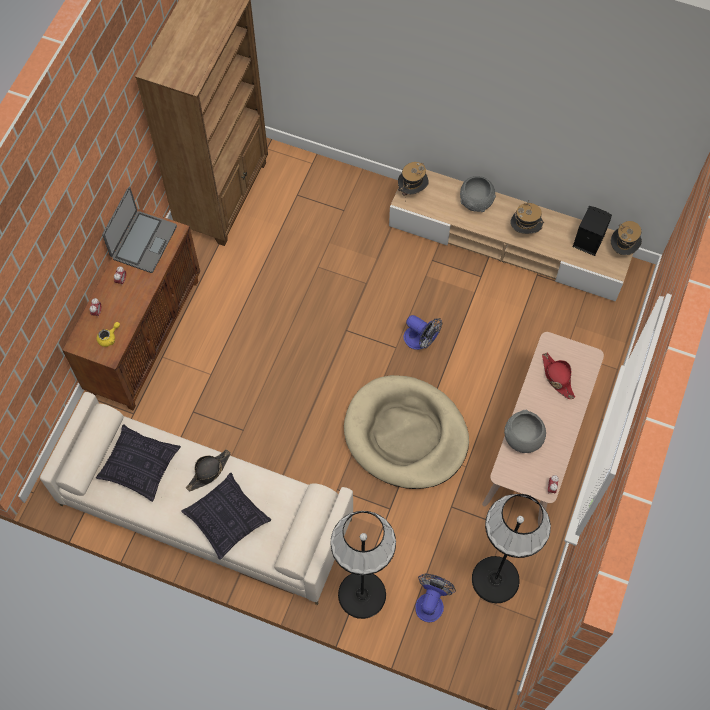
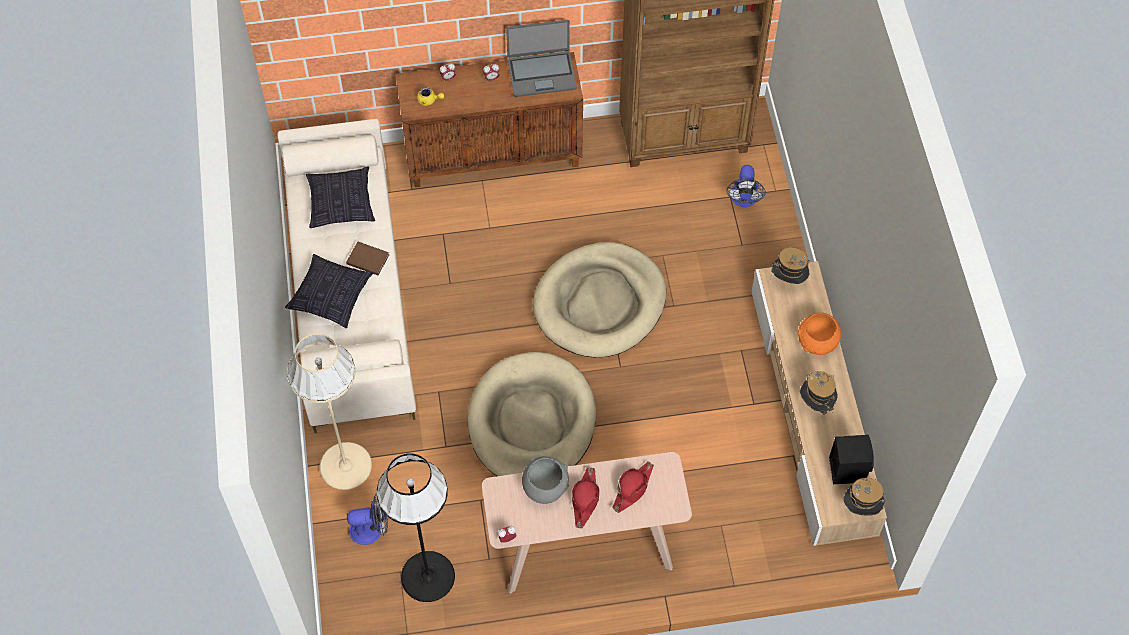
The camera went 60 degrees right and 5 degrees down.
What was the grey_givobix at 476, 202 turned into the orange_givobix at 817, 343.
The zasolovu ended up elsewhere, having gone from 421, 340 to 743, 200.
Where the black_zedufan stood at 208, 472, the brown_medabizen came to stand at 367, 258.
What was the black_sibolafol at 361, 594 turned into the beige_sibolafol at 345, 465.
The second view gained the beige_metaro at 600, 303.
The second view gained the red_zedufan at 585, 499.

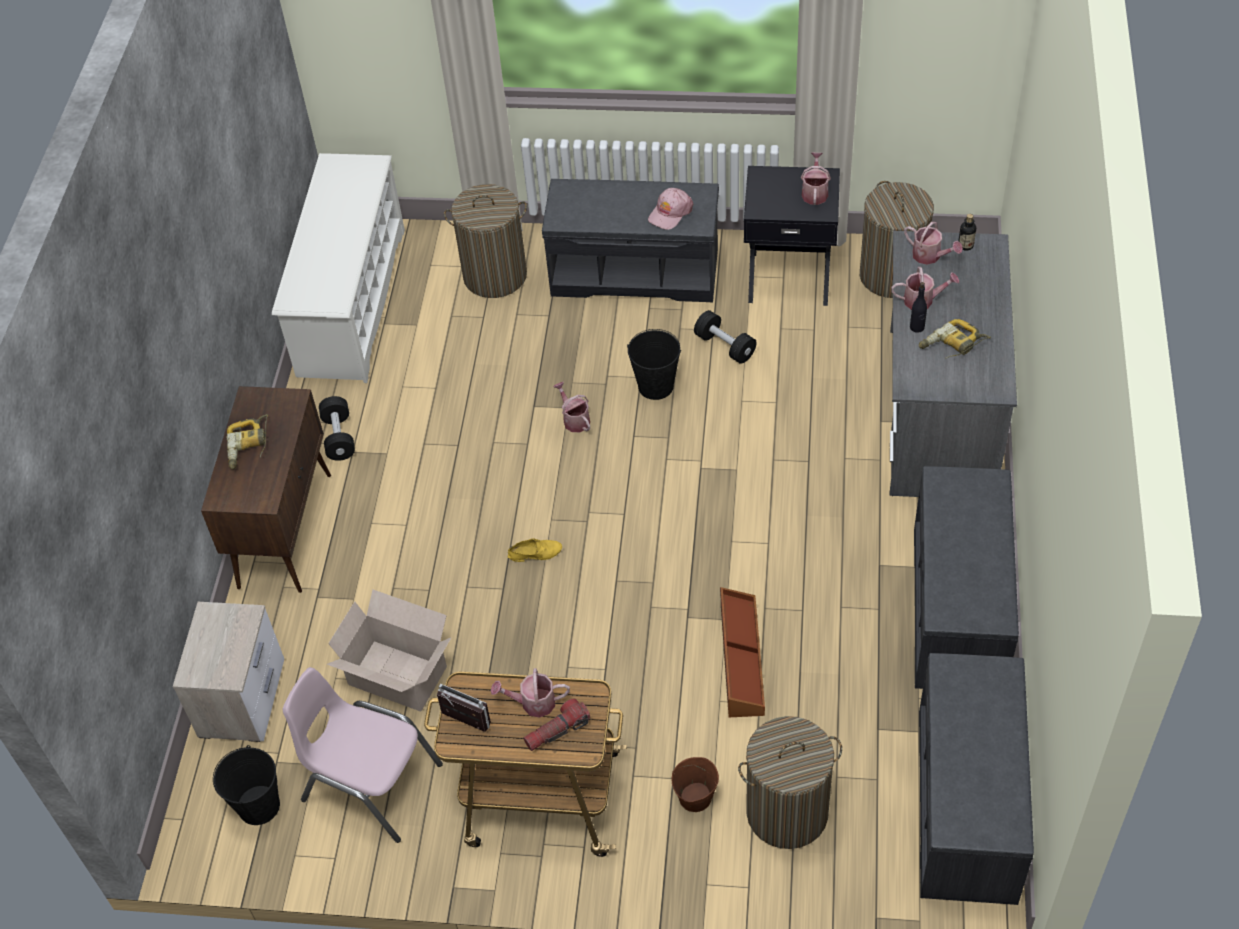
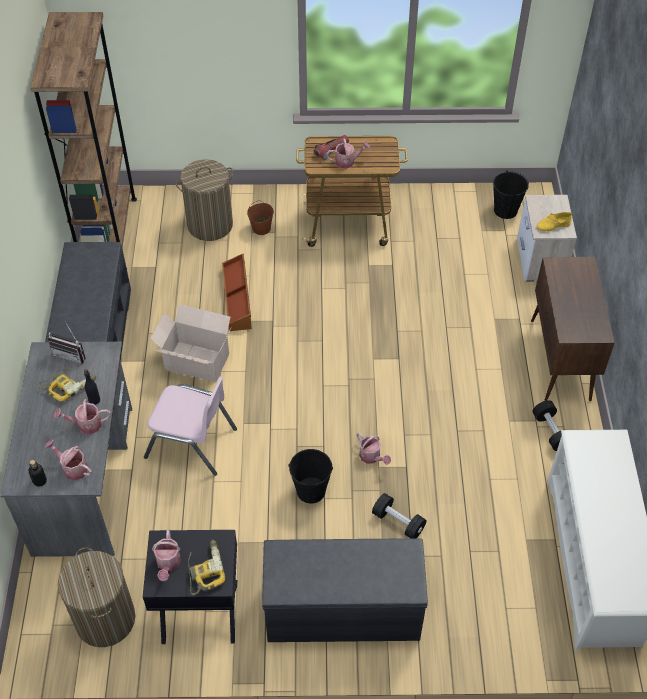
The camera went 170 degrees right and 0 degrees up.
The second view lost the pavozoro at 495, 275.
The second view lost the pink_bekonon at 670, 213.
The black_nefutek ended up elsewhere, having gone from 725, 346 to 398, 522.
The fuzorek ended up elsewhere, having gone from 249, 446 to 205, 569.
The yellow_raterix ended up elsewhere, having gone from 535, 552 to 553, 225.
The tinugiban ended up elsewhere, having gone from 399, 677 to 195, 360.
Where the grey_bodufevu stood at 968, 807, the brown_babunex came to stand at 109, 233.
The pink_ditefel ended up elsewhere, having gone from 371, 783 to 191, 443.
The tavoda ended up elsewhere, having gone from 462, 723 to 71, 354.

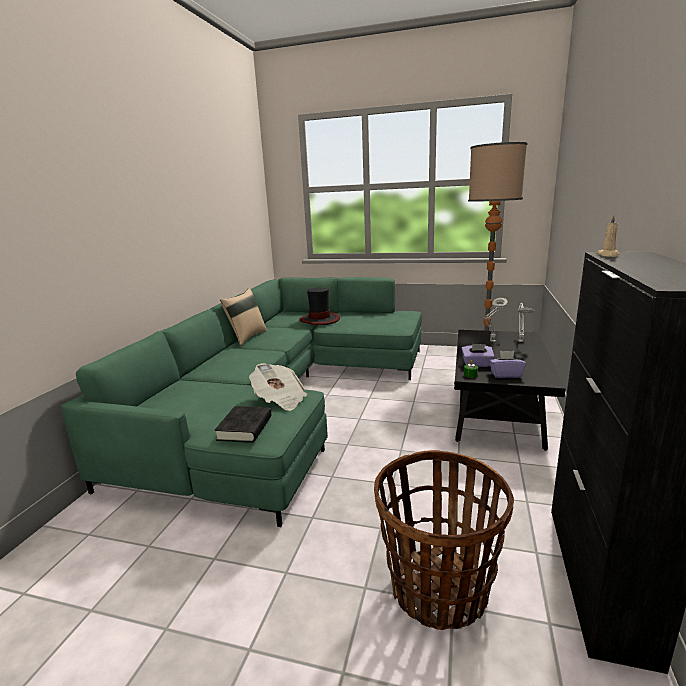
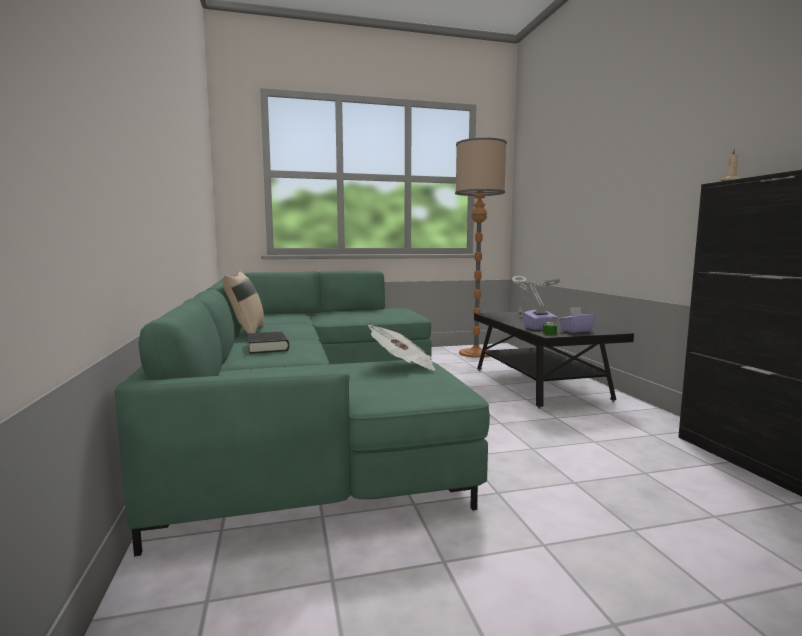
The camera went 30 degrees left and 10 degrees down.
The second view lost the zedufan at 319, 320.
The black_medabizen ended up elsewhere, having gone from 245, 428 to 267, 347.
The second view lost the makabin at 438, 590.

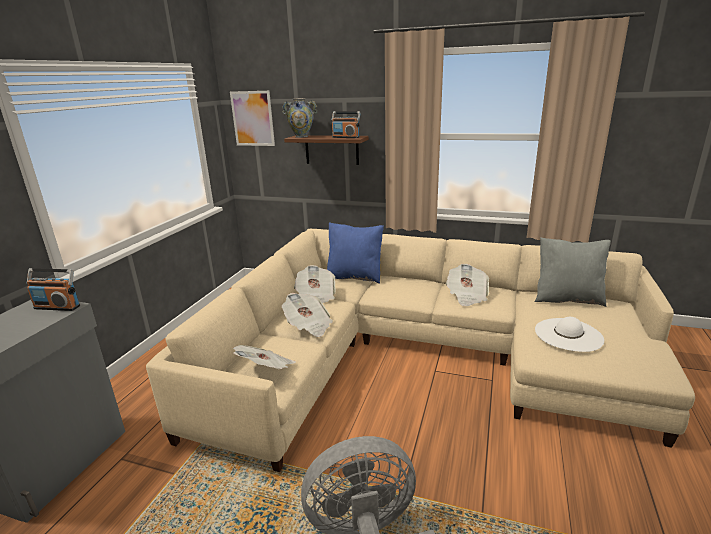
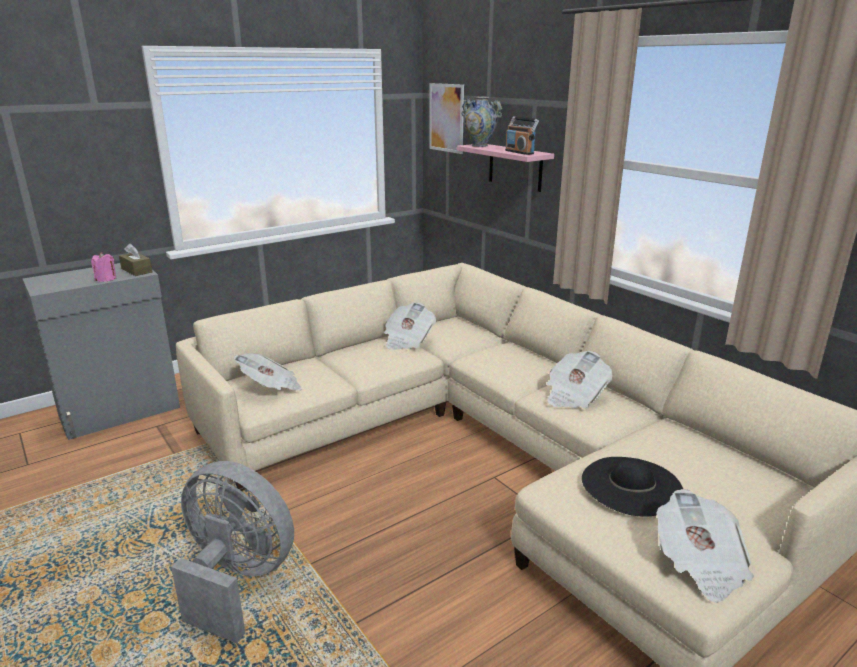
The camera went 35 degrees right and 0 degrees up.
What was the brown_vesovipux at 331, 150 turned into the pink_vesovipux at 515, 167.
The second view lost the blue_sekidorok at 355, 277.
The second view lost the grey_sekidorok at 567, 299.
Where the tavoda stood at 57, 307, the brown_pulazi came to stand at 136, 270.
The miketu ended up elsewhere, having gone from 308, 326 to 699, 564.
What was the white_zedufan at 568, 334 turned into the black_zedufan at 631, 485.
The second view gained the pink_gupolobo at 106, 279.

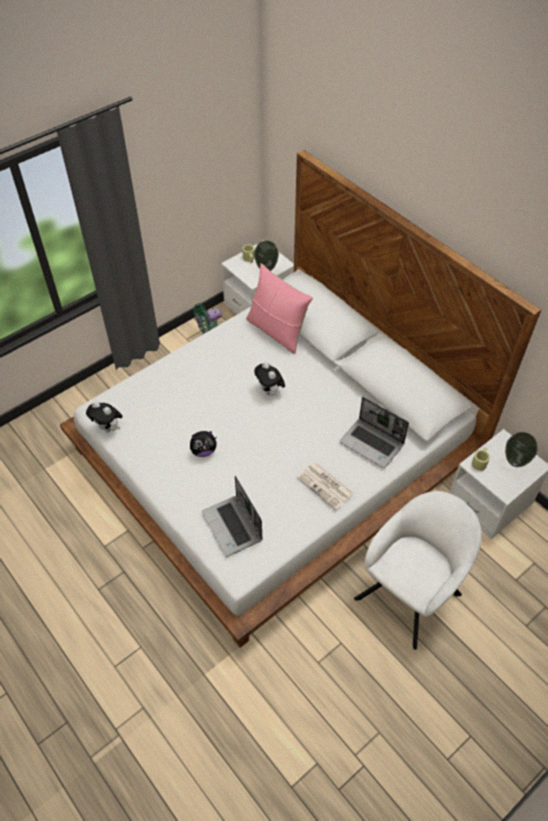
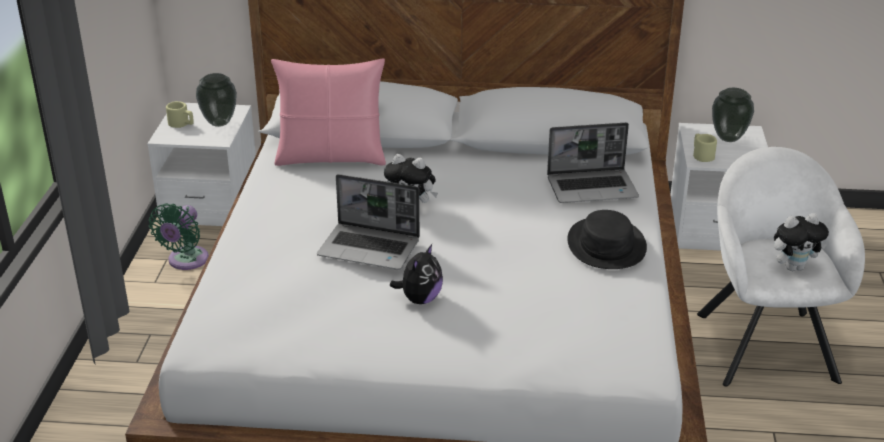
The camera went 45 degrees left and 20 degrees down.
The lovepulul ended up elsewhere, having gone from 108, 428 to 794, 267.
Where the miketu stood at 326, 486, the black_zedufan came to stand at 606, 245.
The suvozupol ended up elsewhere, having gone from 233, 526 to 370, 248.

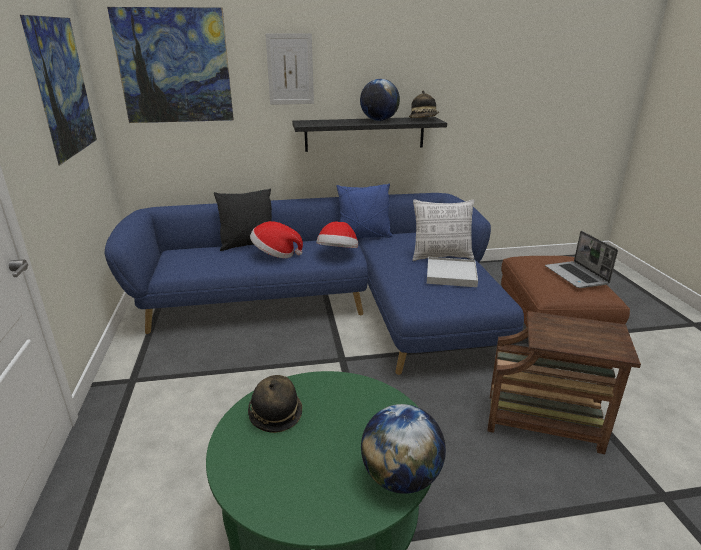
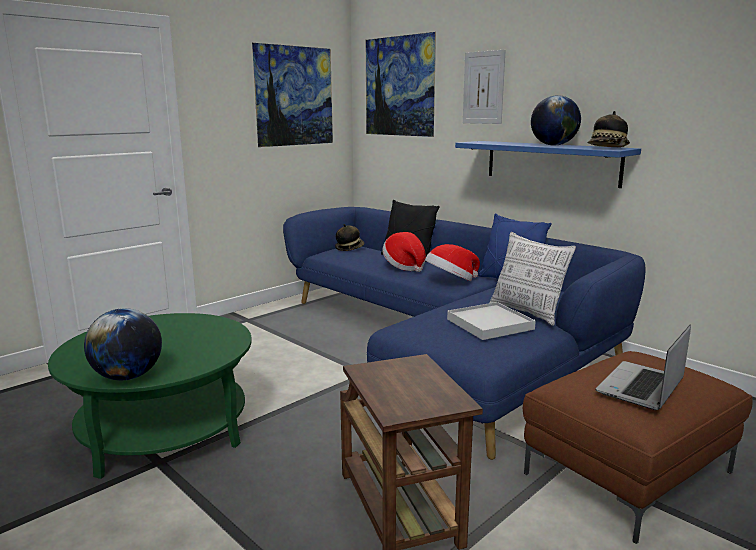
The camera went 55 degrees right and 10 degrees down.
What was the black_vesovipux at 365, 134 turned into the blue_vesovipux at 551, 162.
The zedufan ended up elsewhere, having gone from 275, 414 to 349, 248.

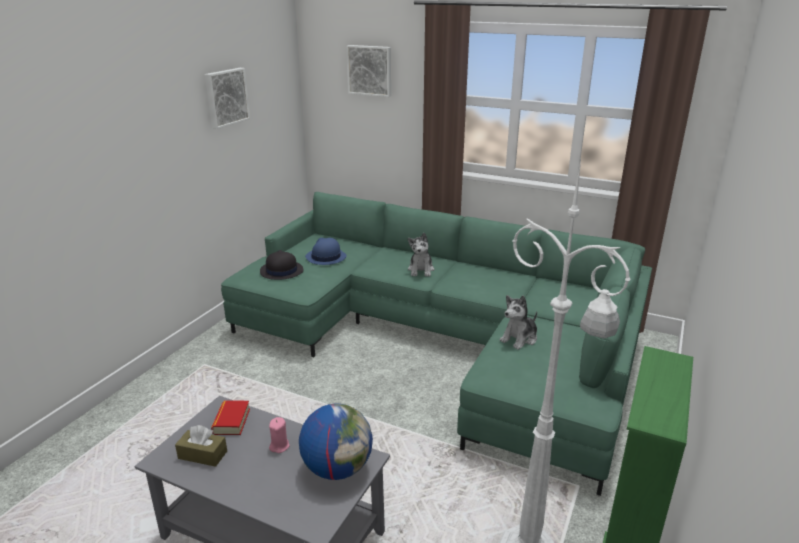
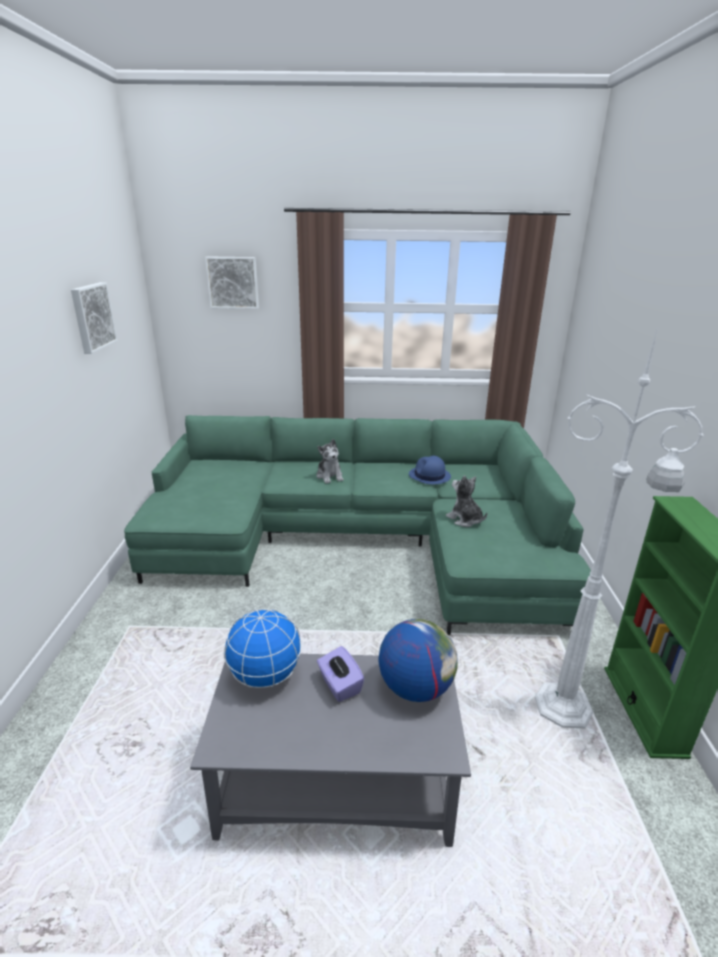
The camera went 25 degrees left and 0 degrees up.
The blue_zedufan ended up elsewhere, having gone from 325, 257 to 429, 476.
The second view lost the black_zedufan at 281, 271.
The lovepulul at 519, 338 ended up facing another way, 120 degrees clockwise from before.
Where the medabizen stood at 231, 421, the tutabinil came to stand at 266, 676.
Where the pink_gupolobo stood at 279, 446, the purple_pulazi came to stand at 339, 685.
The second view lost the brown_pulazi at 202, 455.

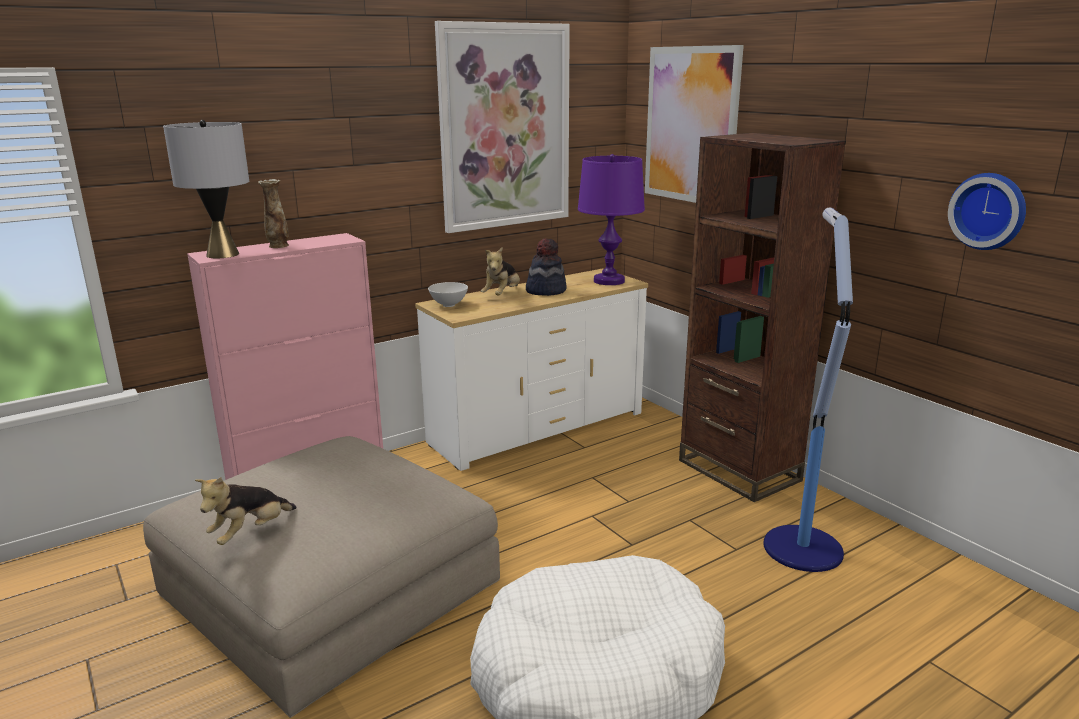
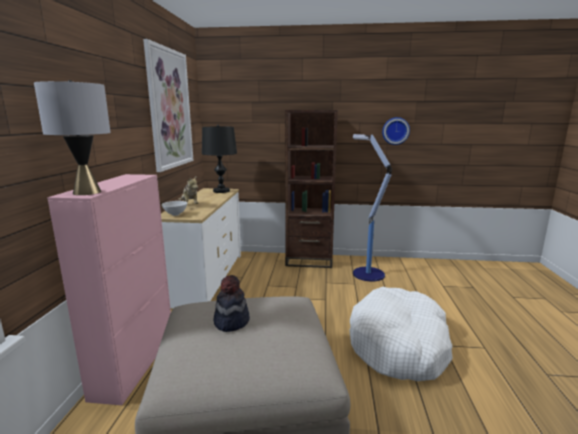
The camera went 50 degrees left and 5 degrees down.
The second view lost the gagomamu at 691, 125.
What was the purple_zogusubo at 609, 281 turned into the black_zogusubo at 221, 191.
The second view lost the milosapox at 278, 246.
The zedufan ended up elsewhere, having gone from 546, 291 to 231, 321.
The second view lost the lovepulul at 250, 533.

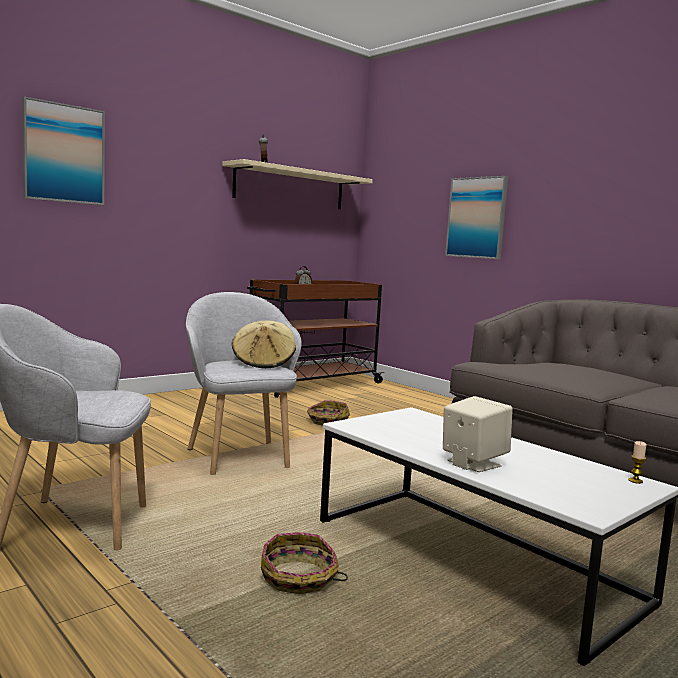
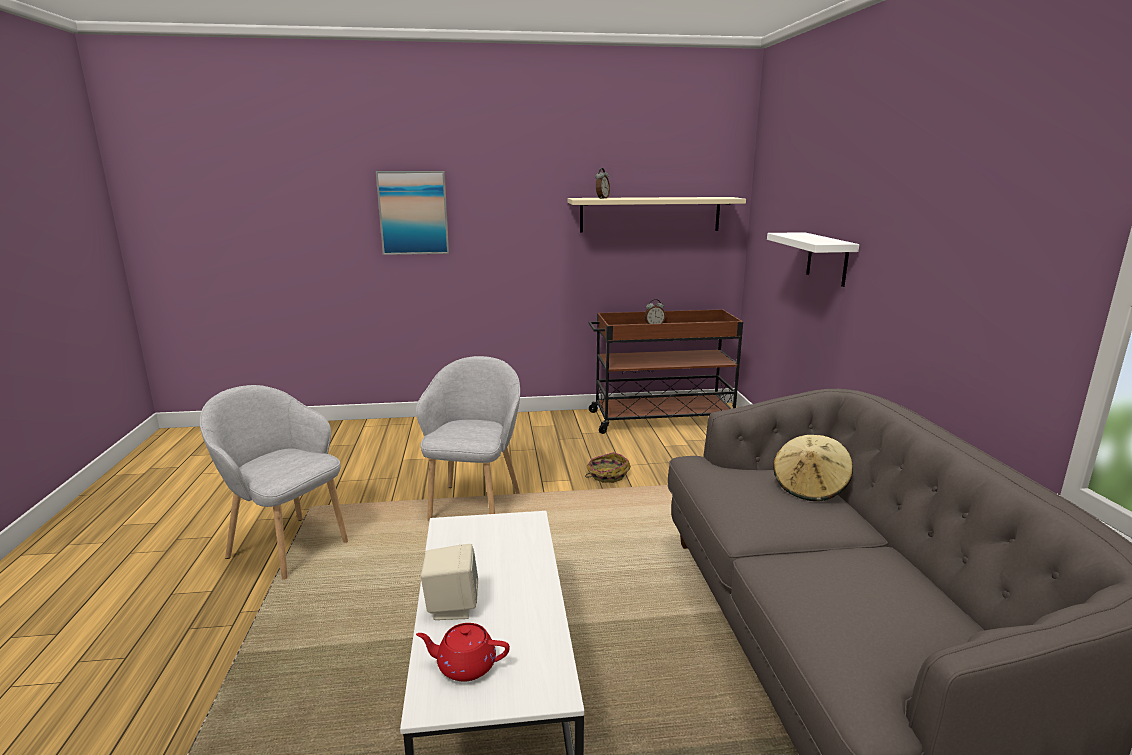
The camera went 35 degrees right and 10 degrees up.
Where the gagomamu hung at 476, 217, the white_vesovipux came to hang at 827, 259.
The beige_zedufan ended up elsewhere, having gone from 264, 363 to 810, 487.
The second view lost the gupolobo at 635, 481.
The second view lost the makabin at 299, 579.
The second view gained the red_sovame at 465, 666.

